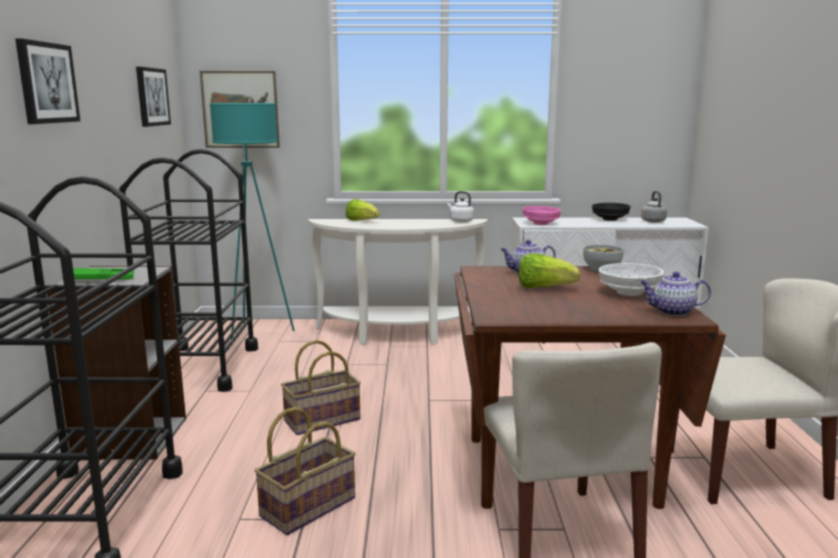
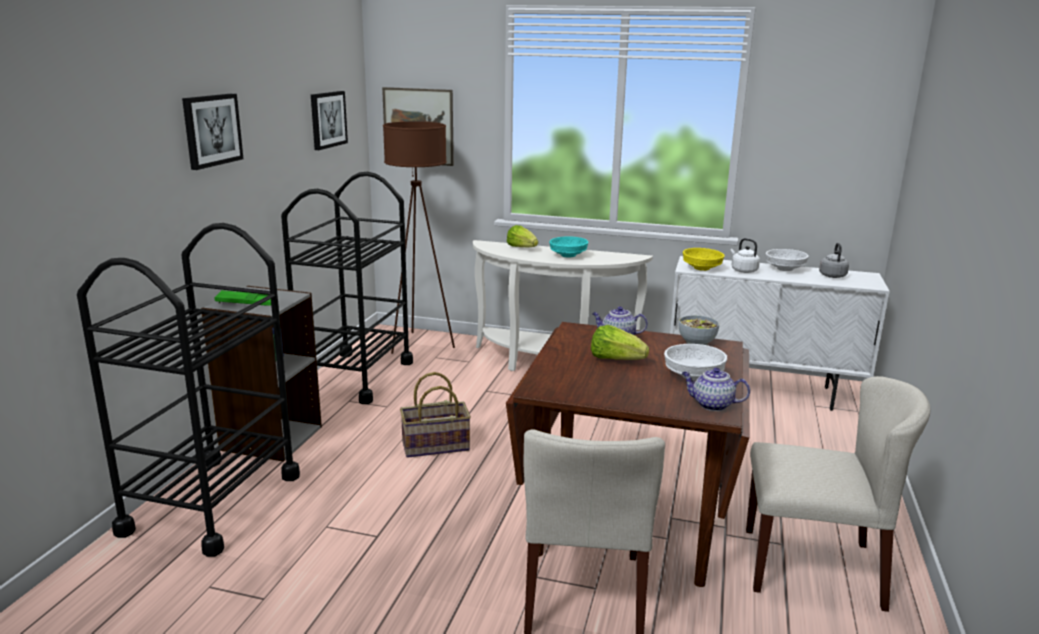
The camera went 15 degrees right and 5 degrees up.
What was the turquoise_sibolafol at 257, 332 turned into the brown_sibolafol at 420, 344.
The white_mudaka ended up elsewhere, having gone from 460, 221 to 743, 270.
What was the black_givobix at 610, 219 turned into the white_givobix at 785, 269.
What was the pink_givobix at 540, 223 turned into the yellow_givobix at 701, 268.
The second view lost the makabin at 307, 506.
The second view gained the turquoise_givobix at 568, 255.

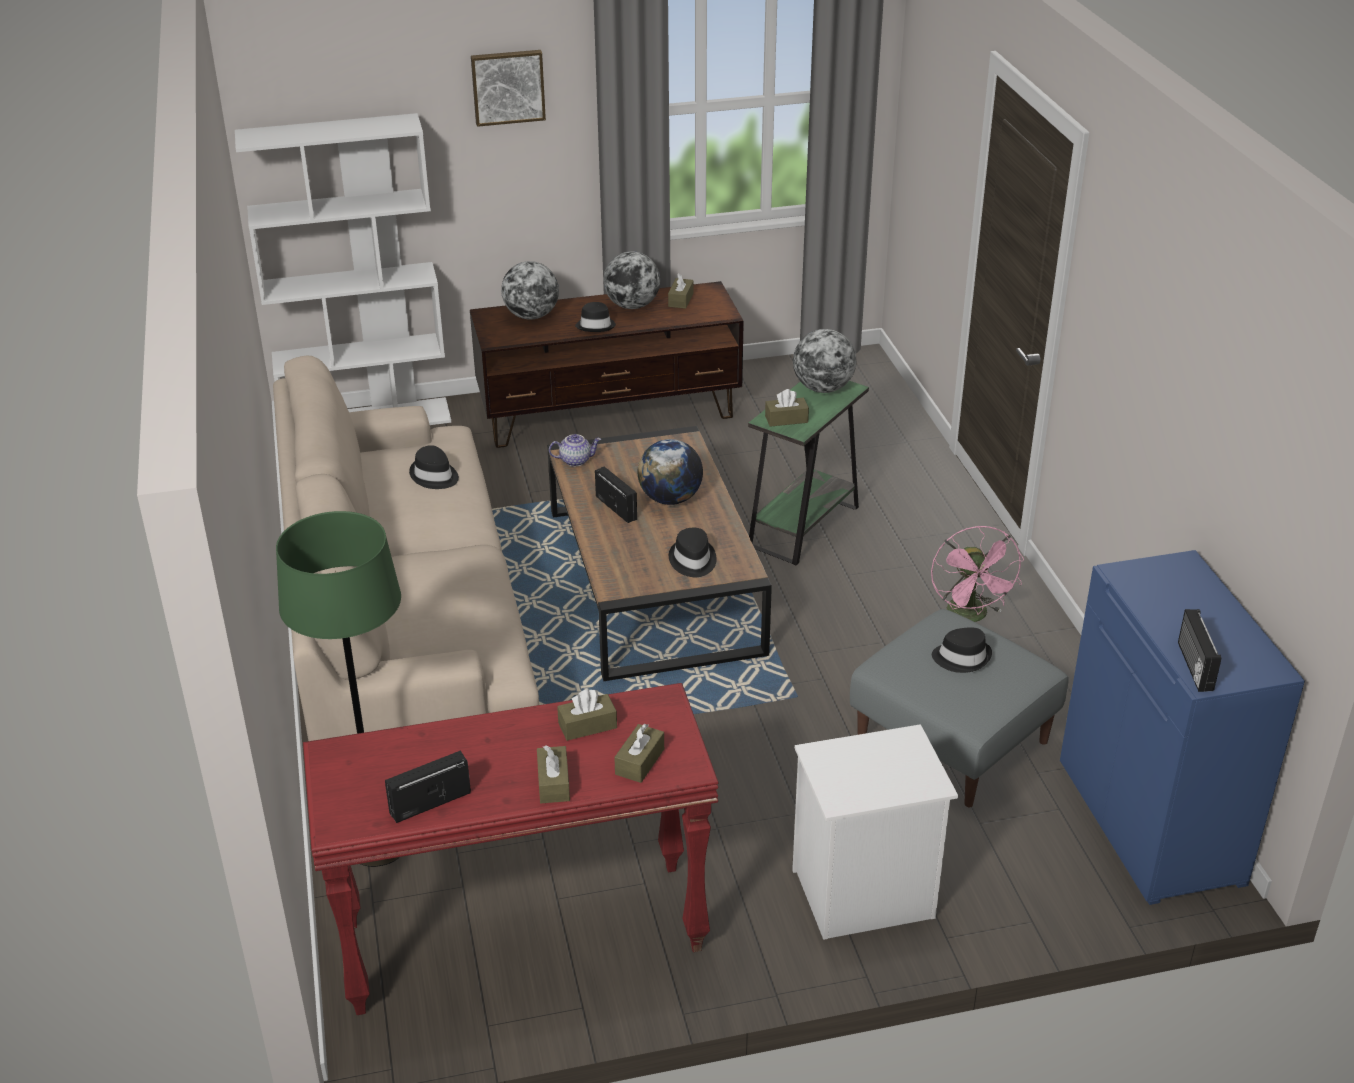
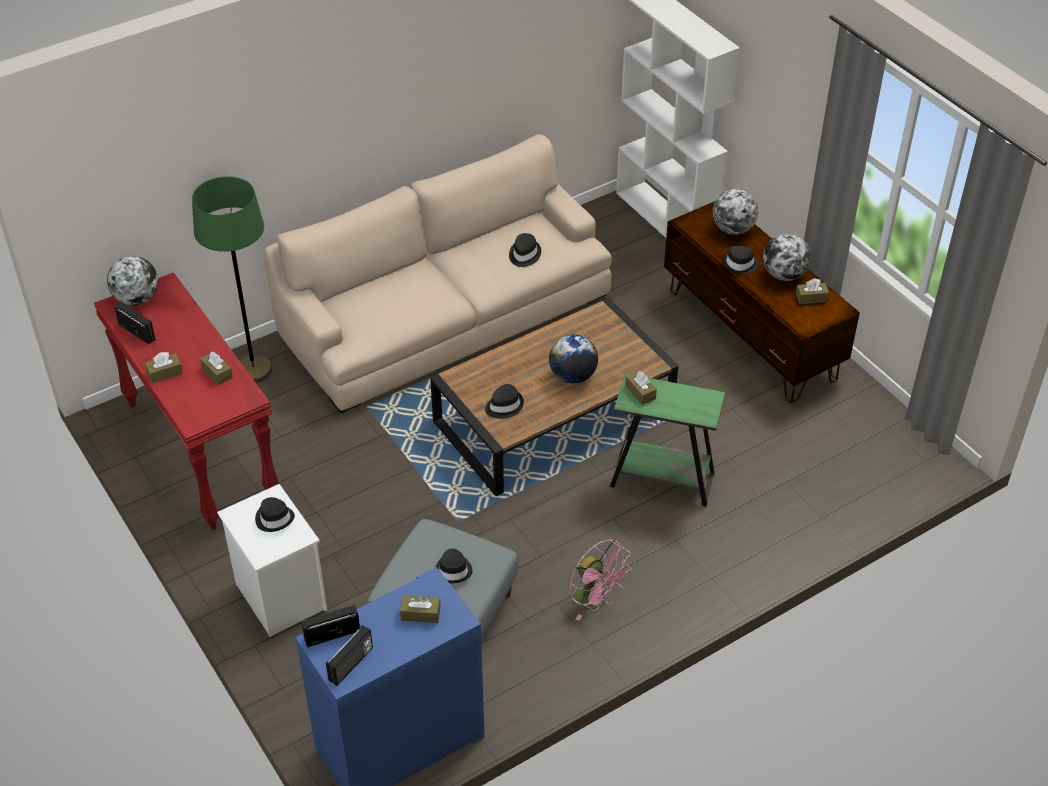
The camera went 70 degrees right and 10 degrees up.
The second view lost the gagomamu at 508, 86.
The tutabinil ended up elsewhere, having gone from 823, 388 to 137, 299.
The second view lost the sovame at 575, 460.
The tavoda ended up elsewhere, having gone from 617, 507 to 351, 664.
The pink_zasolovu at 971, 617 ended up facing another way, 105 degrees counterclockwise from before.
The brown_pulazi ended up elsewhere, having gone from 639, 761 to 420, 614.
The second view gained the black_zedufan at 274, 518.

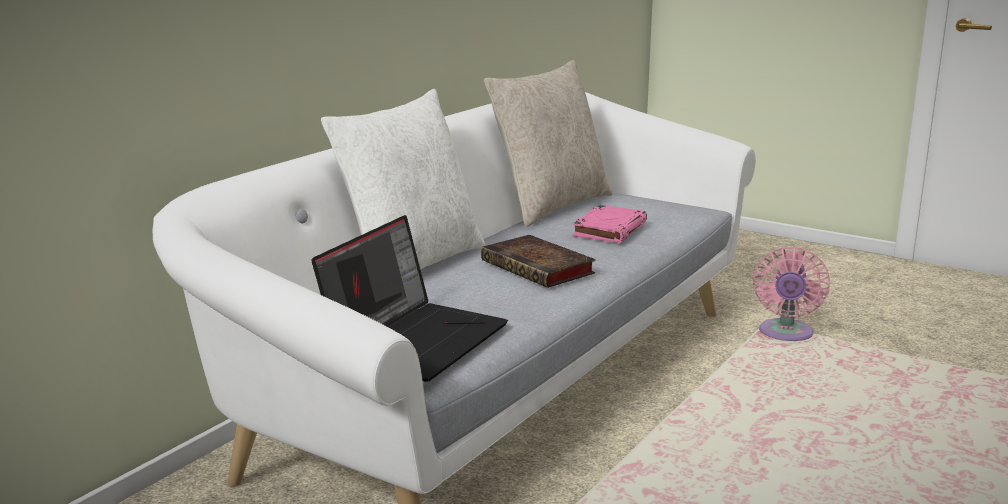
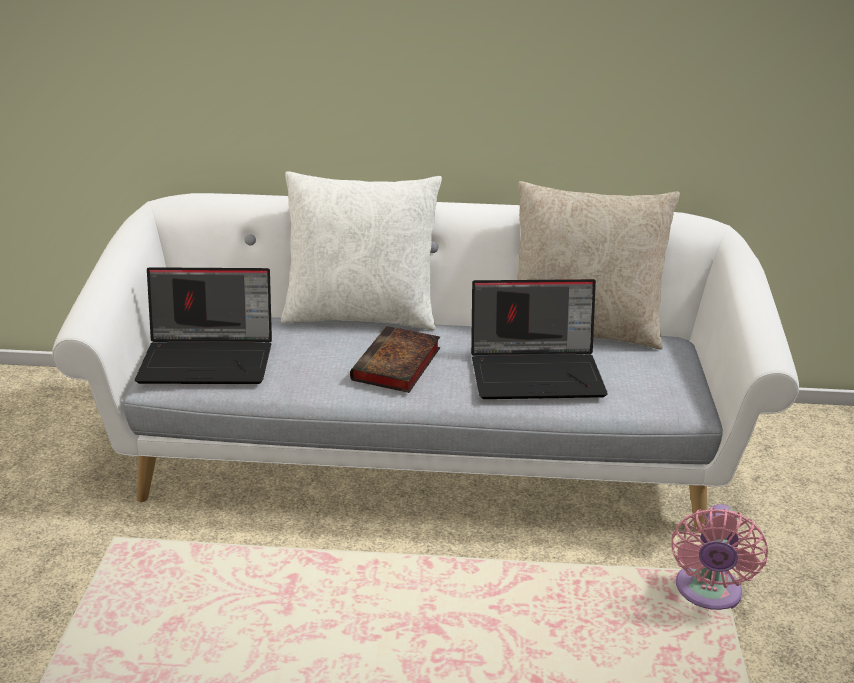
The camera went 60 degrees right and 10 degrees up.
Where the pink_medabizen stood at 609, 229, the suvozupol came to stand at 537, 372.
The pink_zasolovu at 785, 335 ended up facing another way, 60 degrees counterclockwise from before.

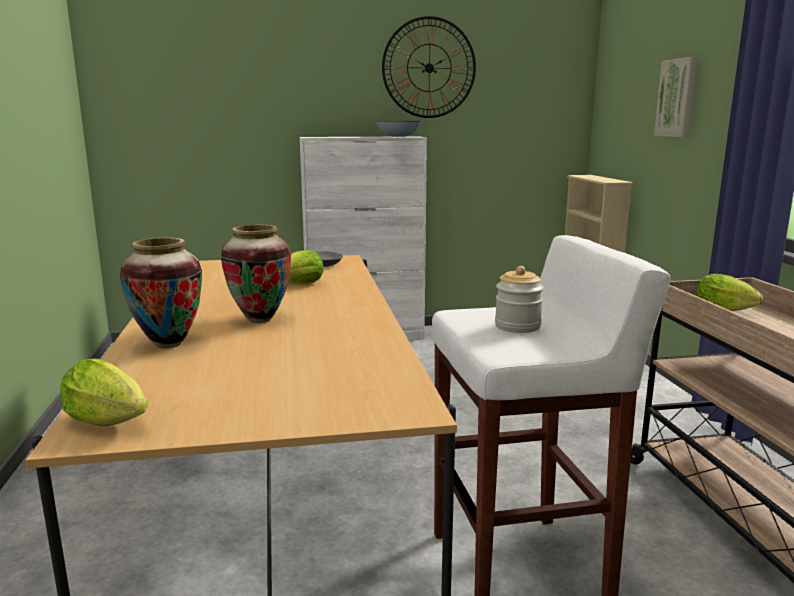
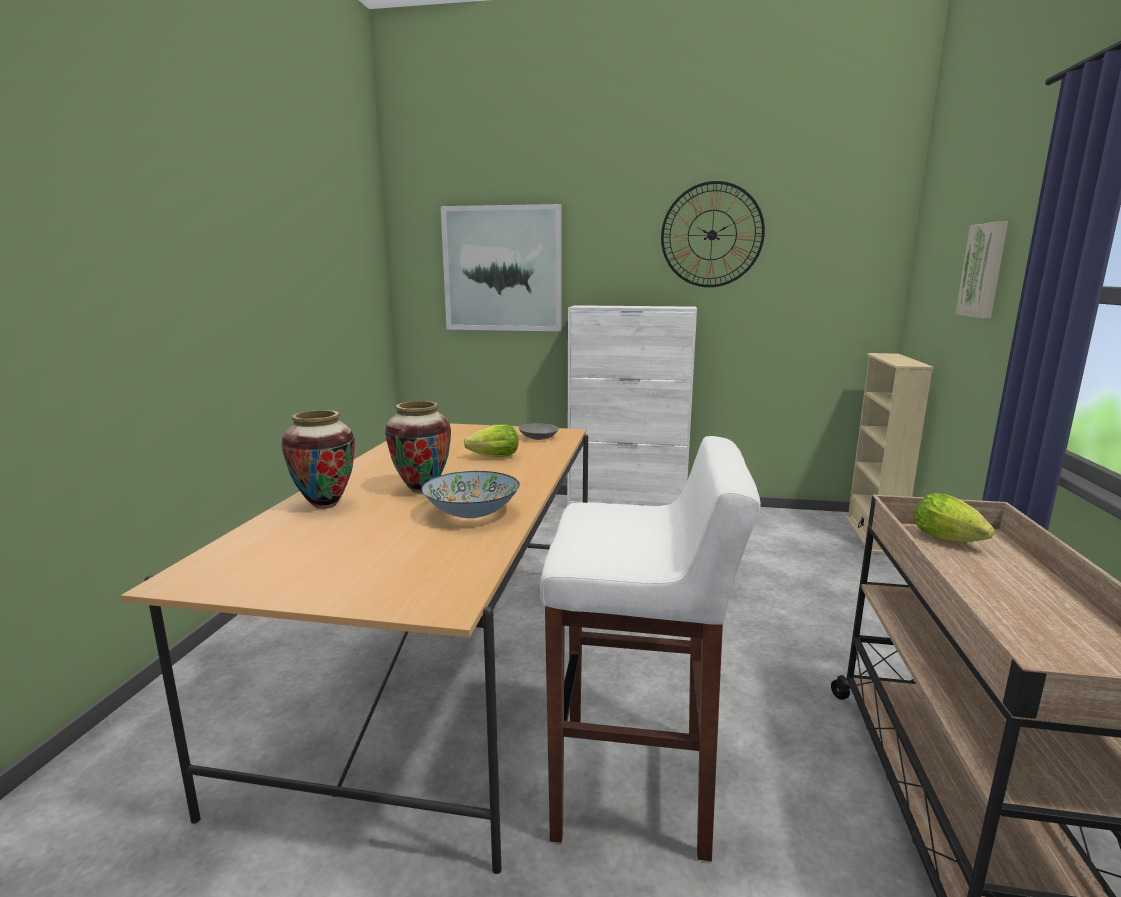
The camera went 20 degrees right and 0 degrees up.
The givobix ended up elsewhere, having gone from 398, 136 to 472, 513.
The second view lost the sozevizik at 517, 326.
The second view lost the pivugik at 112, 423.
The second view gained the gagomamu at 502, 269.

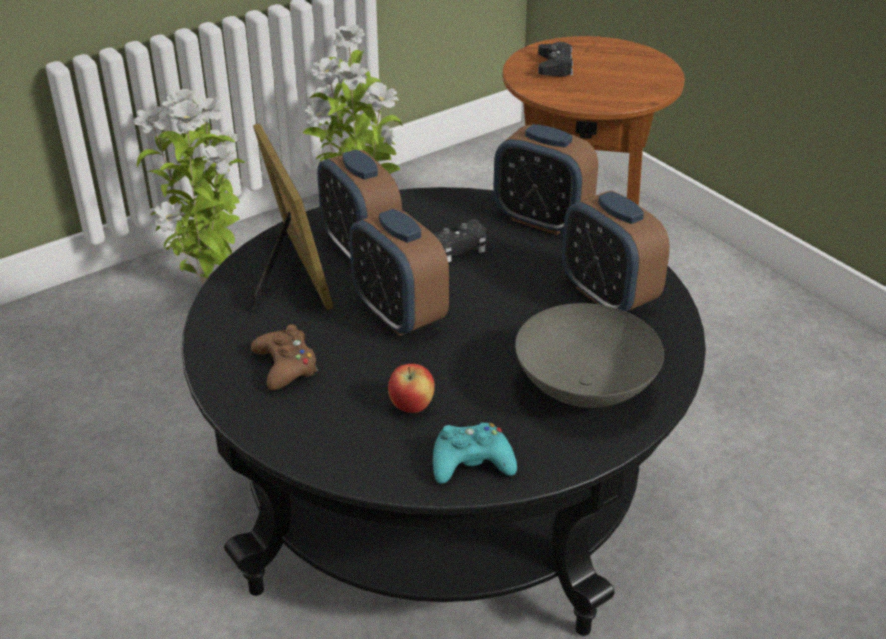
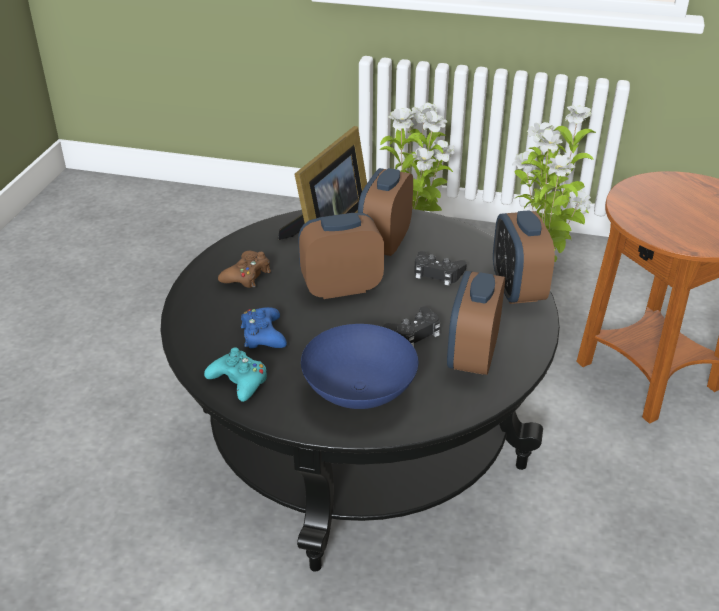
The camera went 50 degrees right and 0 degrees up.
The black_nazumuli ended up elsewhere, having gone from 555, 66 to 414, 333.
The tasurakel at 399, 314 ended up facing another way, 60 degrees clockwise from before.
What was the grey_givobix at 587, 389 turned into the blue_givobix at 360, 393.
Where the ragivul stood at 412, 407, the blue_nazumuli came to stand at 263, 335.

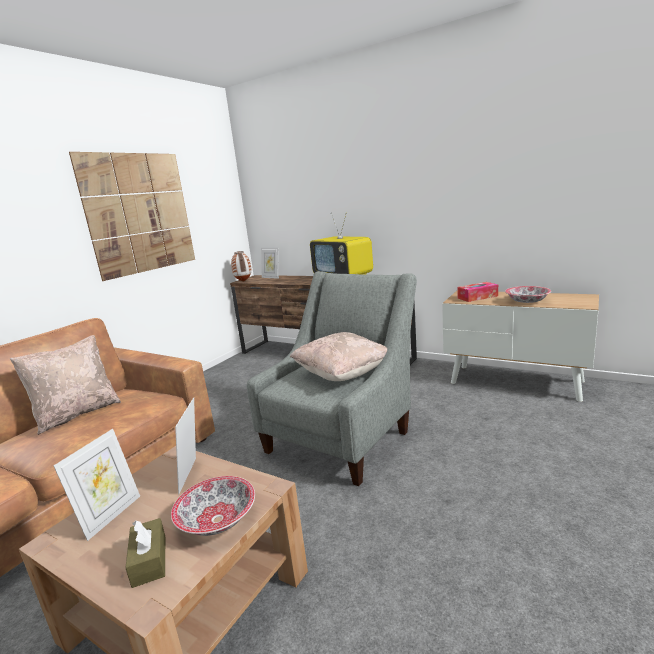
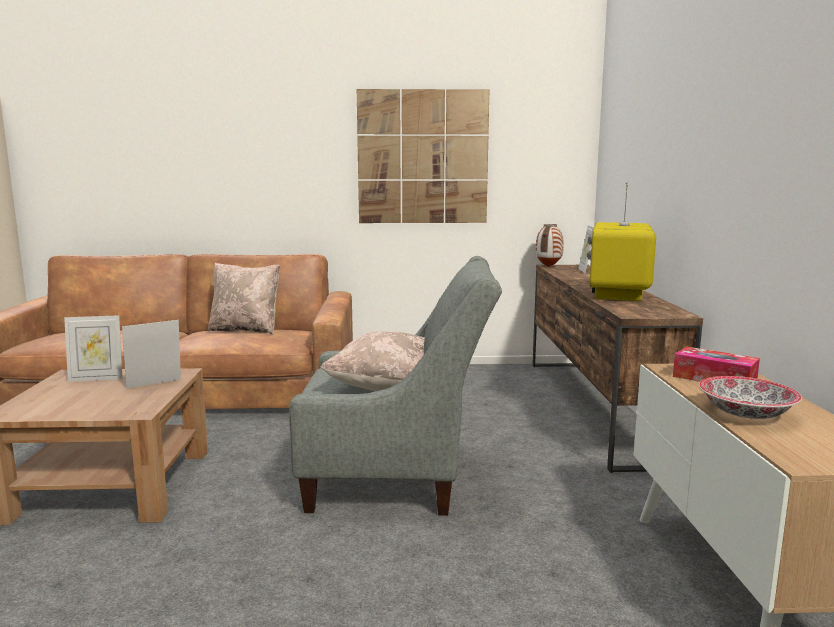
The camera went 55 degrees right and 5 degrees down.
The second view lost the givobix at 218, 520.
The second view lost the brown_pulazi at 149, 560.

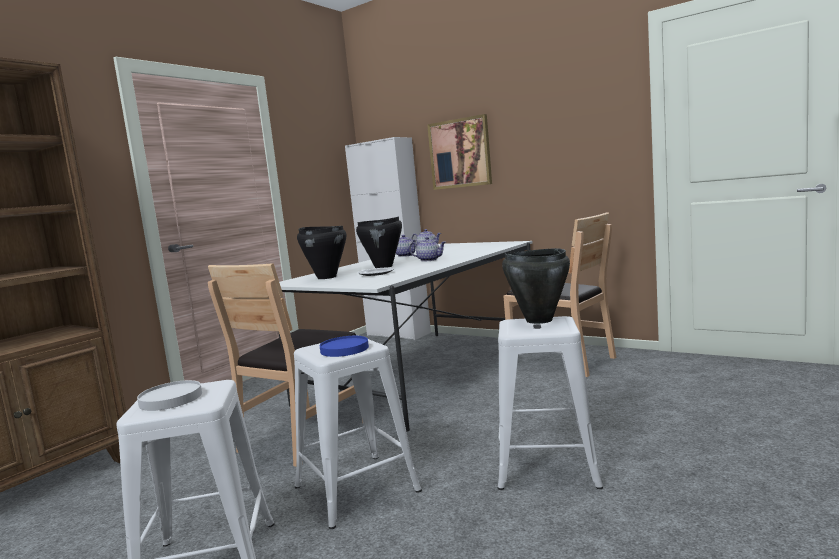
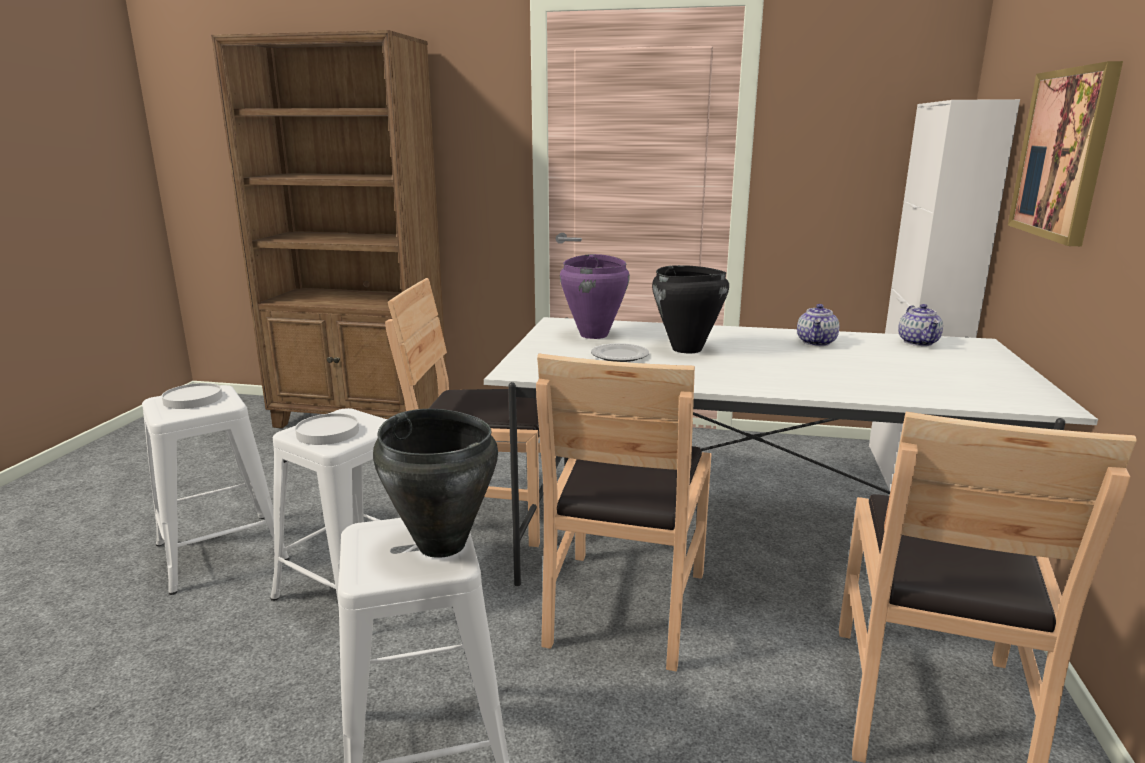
The camera went 65 degrees right and 10 degrees up.
What was the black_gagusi at 326, 277 turned into the purple_gagusi at 594, 335.
The second view lost the sovame at 429, 260.
What was the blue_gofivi at 345, 349 turned into the white_gofivi at 328, 433.
The second view gained the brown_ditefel at 624, 605.

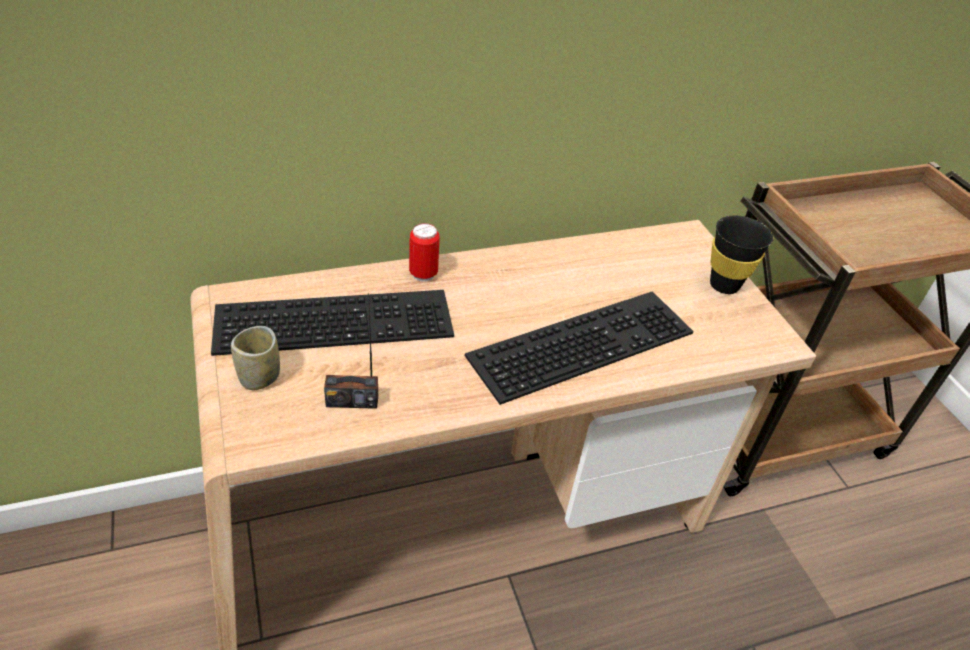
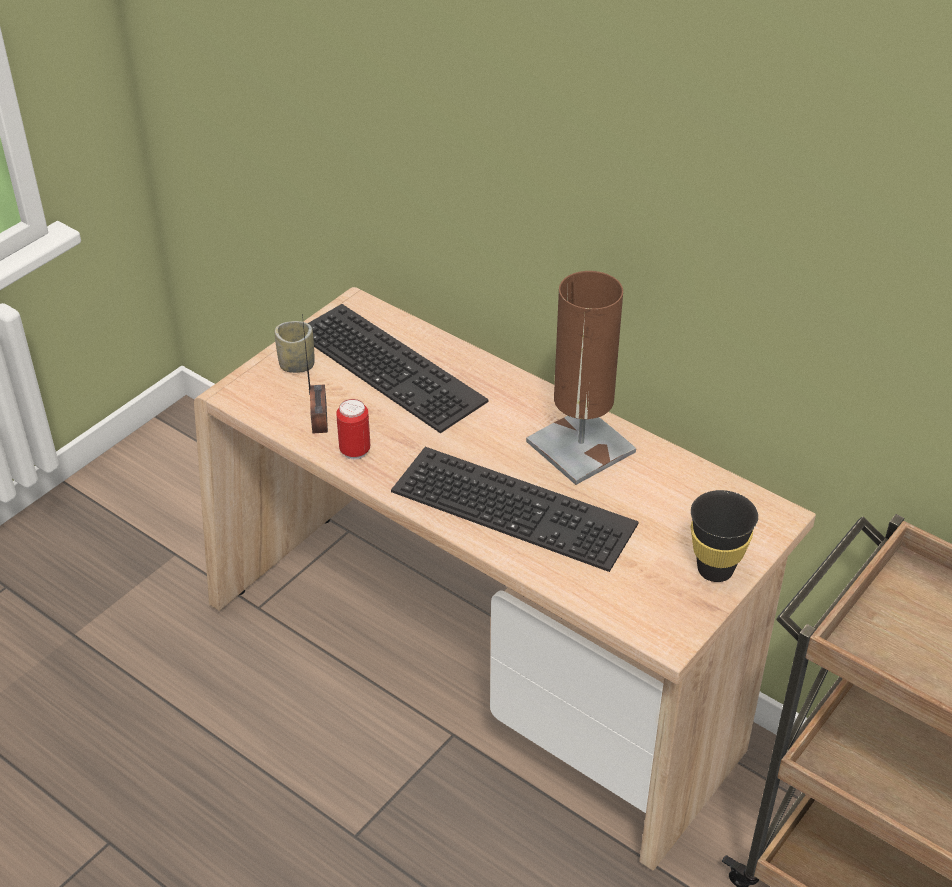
The camera went 60 degrees right and 0 degrees up.
The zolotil ended up elsewhere, having gone from 423, 274 to 355, 451.
The tavoda at 352, 400 ended up facing another way, 150 degrees counterclockwise from before.
The second view gained the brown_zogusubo at 580, 447.

